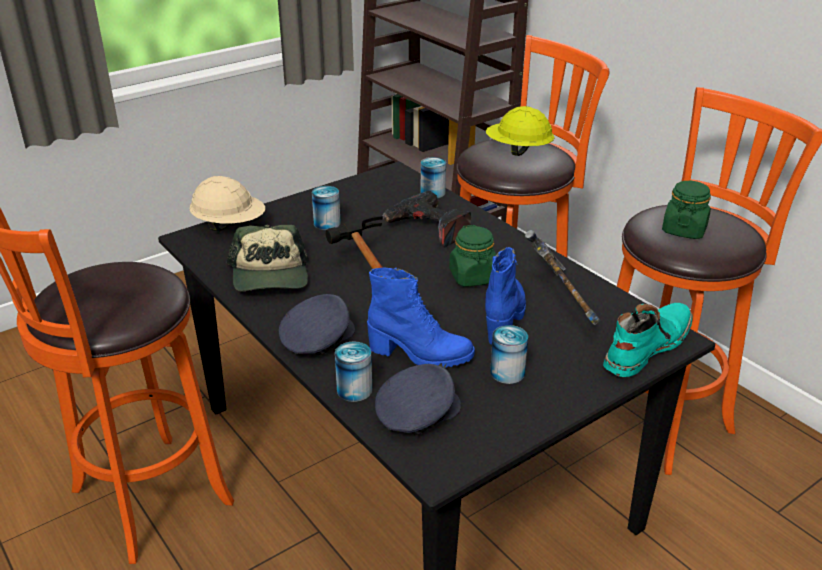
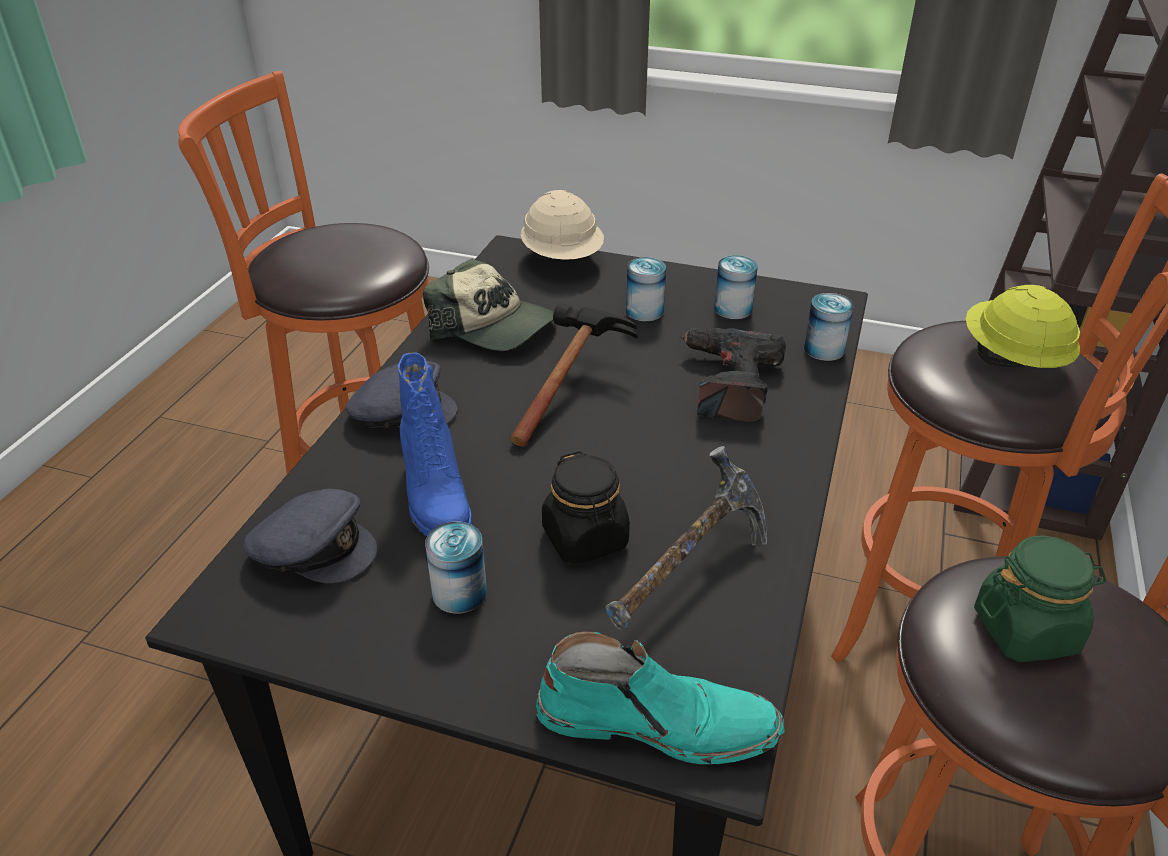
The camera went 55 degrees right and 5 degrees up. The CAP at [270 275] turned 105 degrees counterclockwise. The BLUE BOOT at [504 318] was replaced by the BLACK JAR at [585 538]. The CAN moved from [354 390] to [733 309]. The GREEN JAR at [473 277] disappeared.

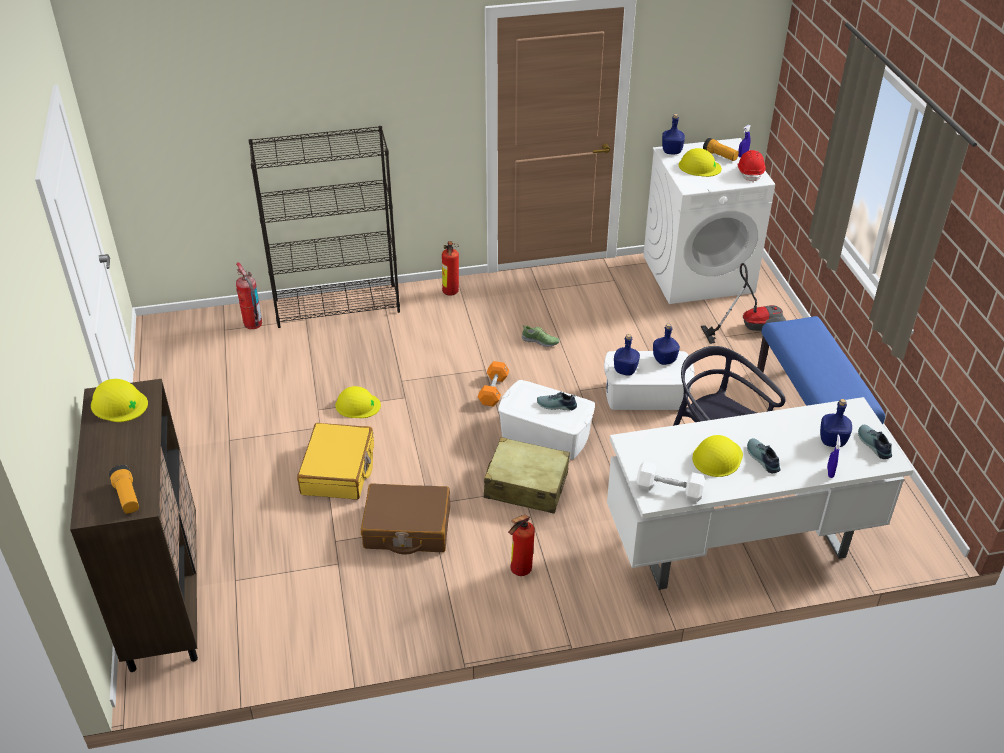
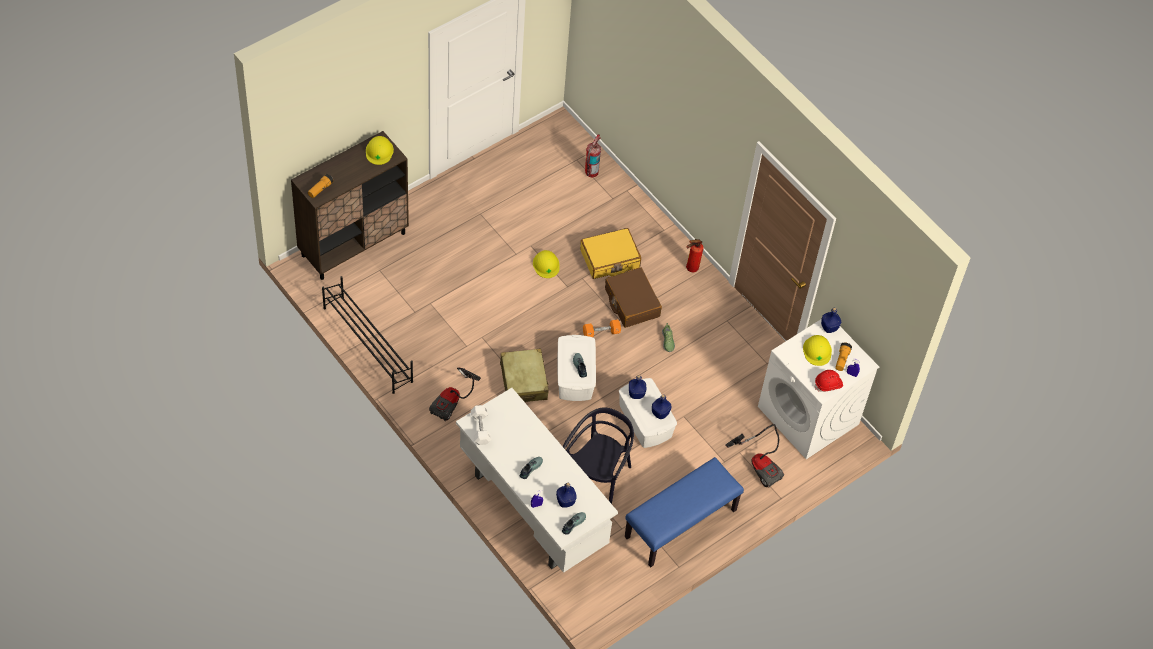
The camera went 60 degrees right and 15 degrees up. The BLACK SHOE RACK at [367 344] appeared. The FIRE EXTINGUISHER at [518 571] was replaced by the VACUUM CLEANER at [453 401]. The YELLOW SUITCASE moved from [338 470] to [609 259]. The BROWN SUITCASE moved from [407 528] to [631 303]. The BLACK BOOKCASE at [338 305] disappeared. The YELLOW HARD HAT at [717 457] disappeared.

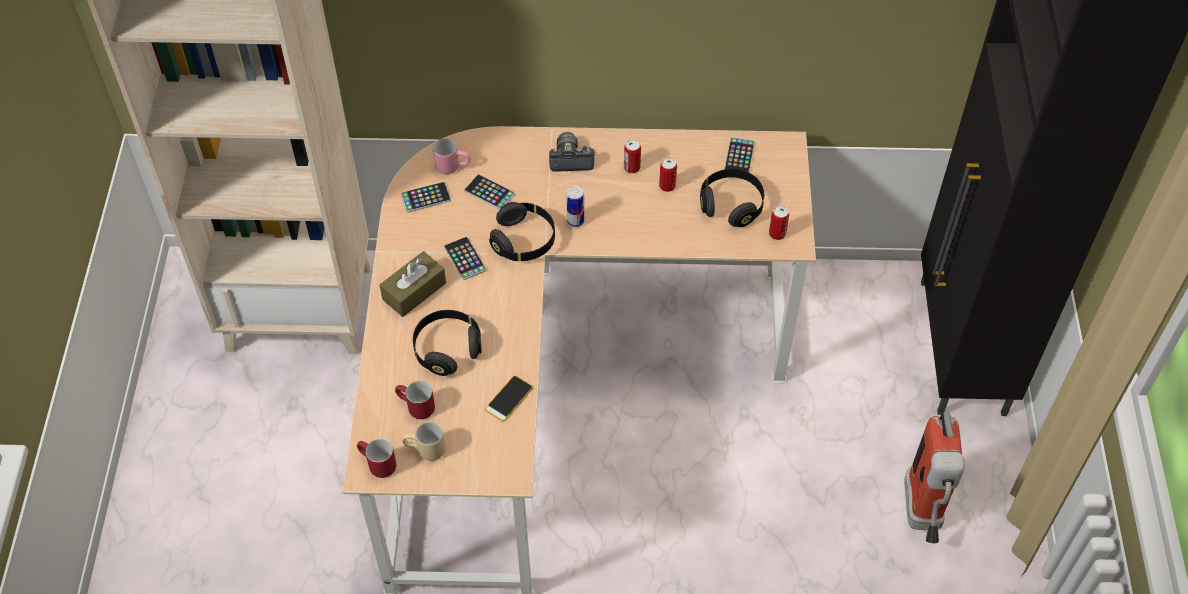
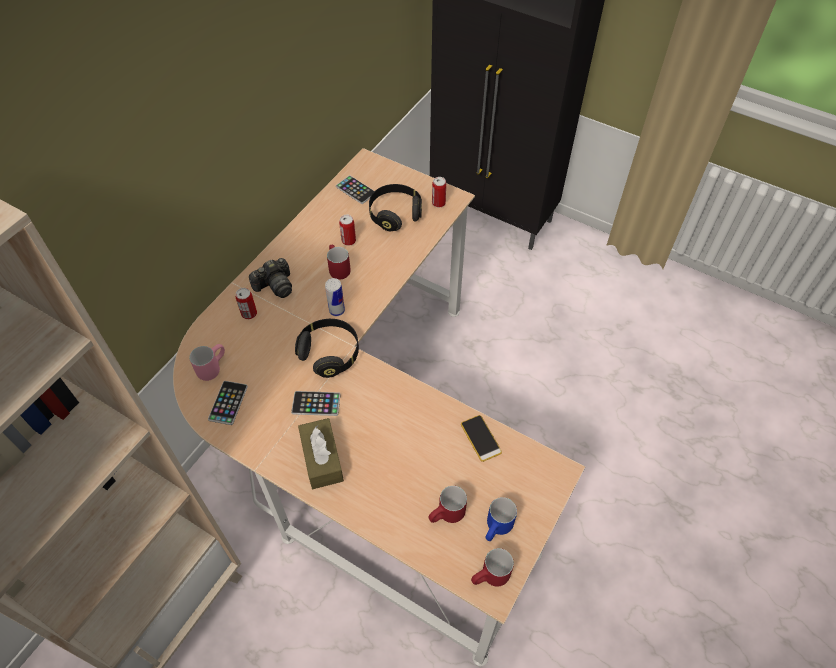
The camera went 60 degrees left and 0 degrees up. The CAN moved from [632 167] to [249 313]. The PHOTO CAMERA at [570 160] turned 150 degrees counterclockwise. The RED MUG at [336 269] appeared. The BEIGE MUG at [425 451] became the BLUE MUG at [498 529]. The BLACK HEADPHONES at [447 349] disappeared. The PHONE at [489 192] disappeared. The FIRE EXTINGUISHER at [923 516] disappeared.

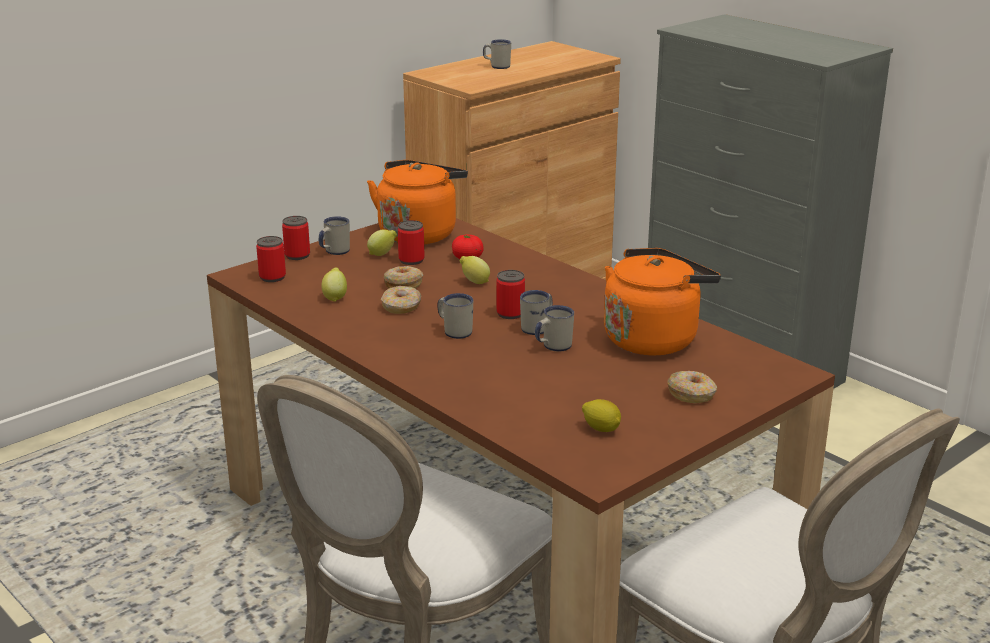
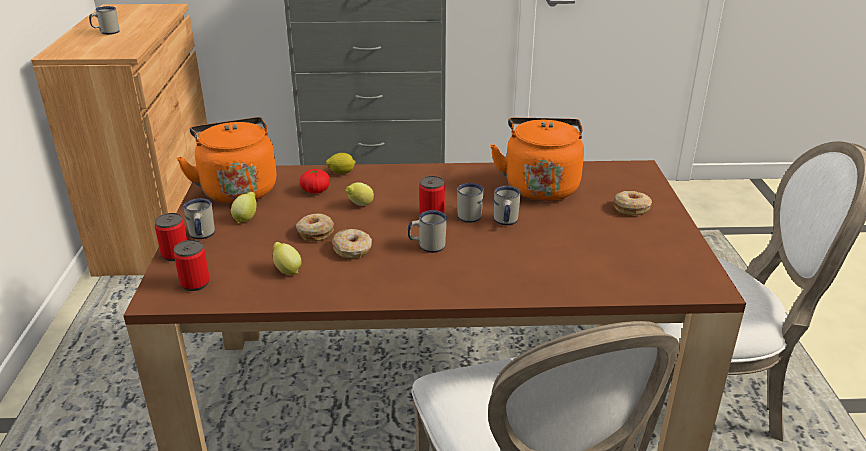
The camera went 50 degrees left and 5 degrees up. The LEMON moved from [601 429] to [341 173]. The CAN at [411 260] disappeared.

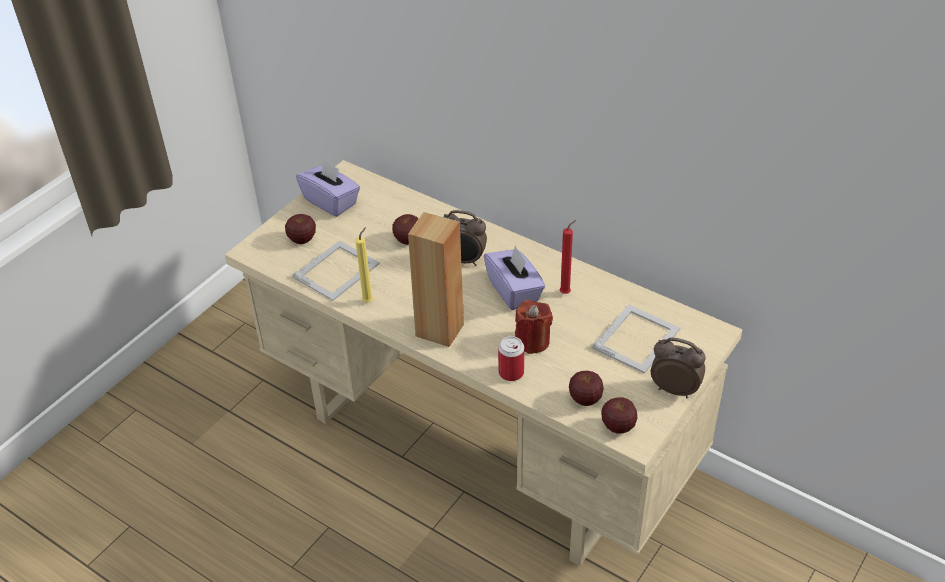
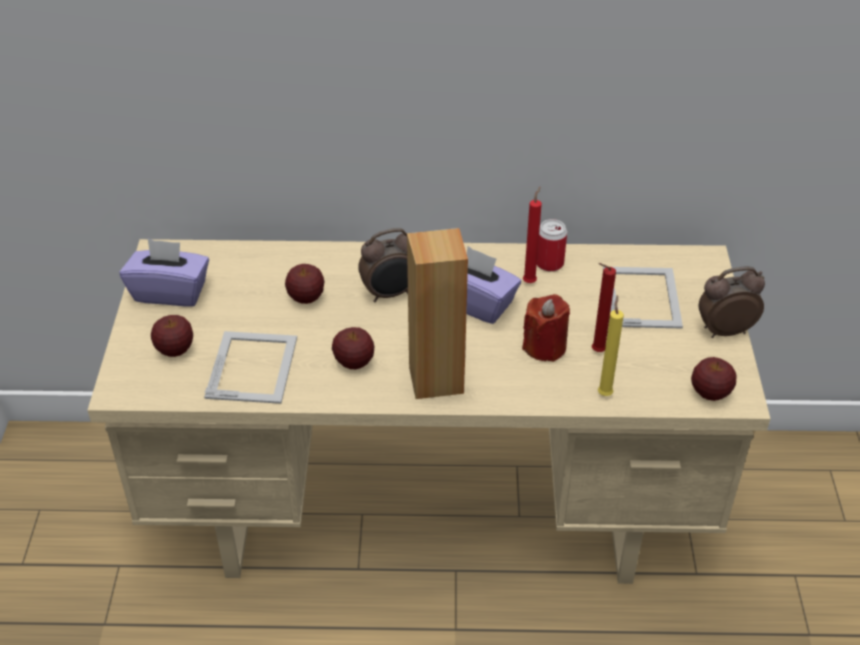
The camera went 35 degrees left and 0 degrees up. The APPLE moved from [585 399] to [354 362]. The CAN moved from [511 372] to [549 263]. The RED CANDLE at [595 351] appeared. The YELLOW CANDLE moved from [369 301] to [604 393].

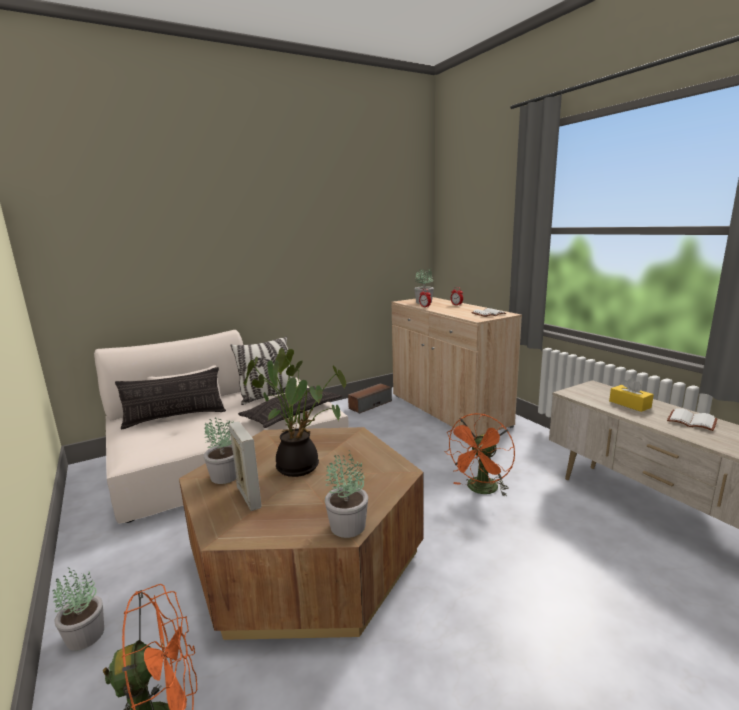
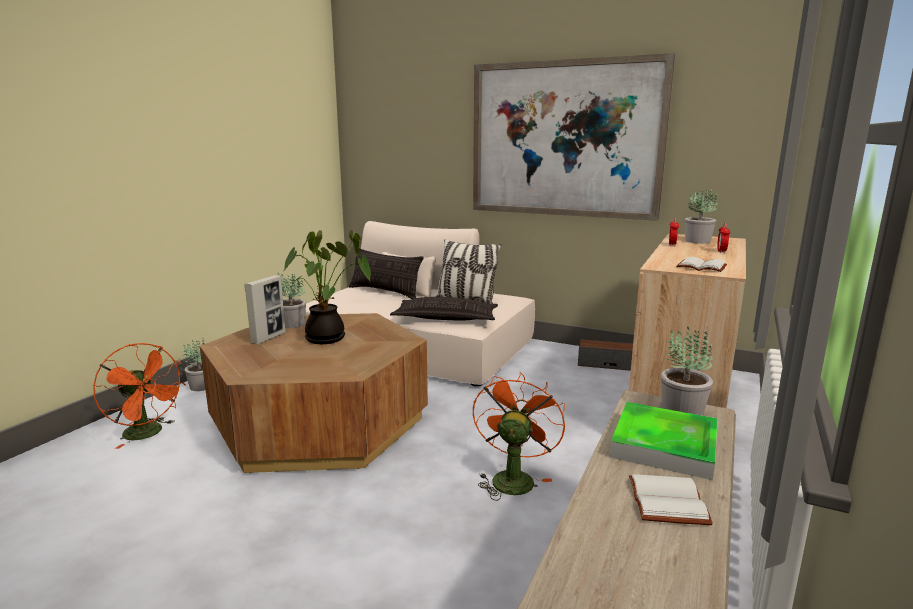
The camera went 55 degrees right and 0 degrees up. The PICTURE at [565 139] appeared. The ORANGE FAN at [480 490] turned 105 degrees clockwise. The YELLOW TISSUE BOX at [629 404] was replaced by the TRAY at [664 445]. The POTTED PLANT moved from [347 525] to [682 410].

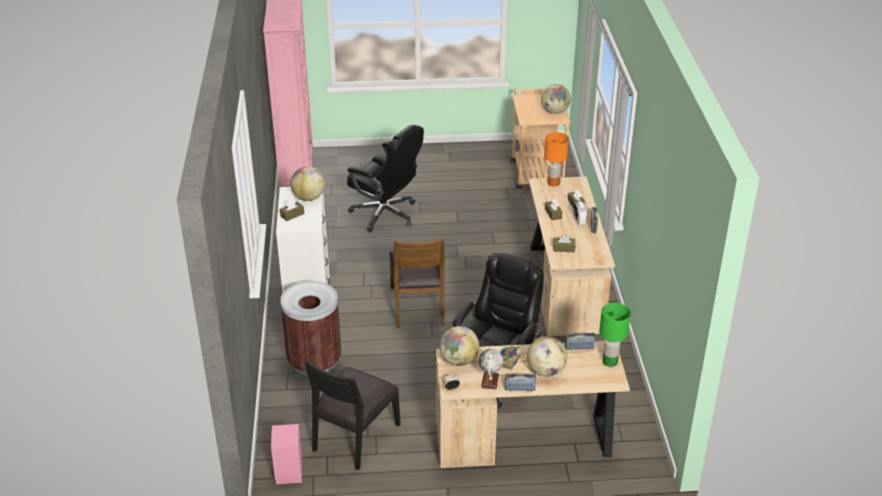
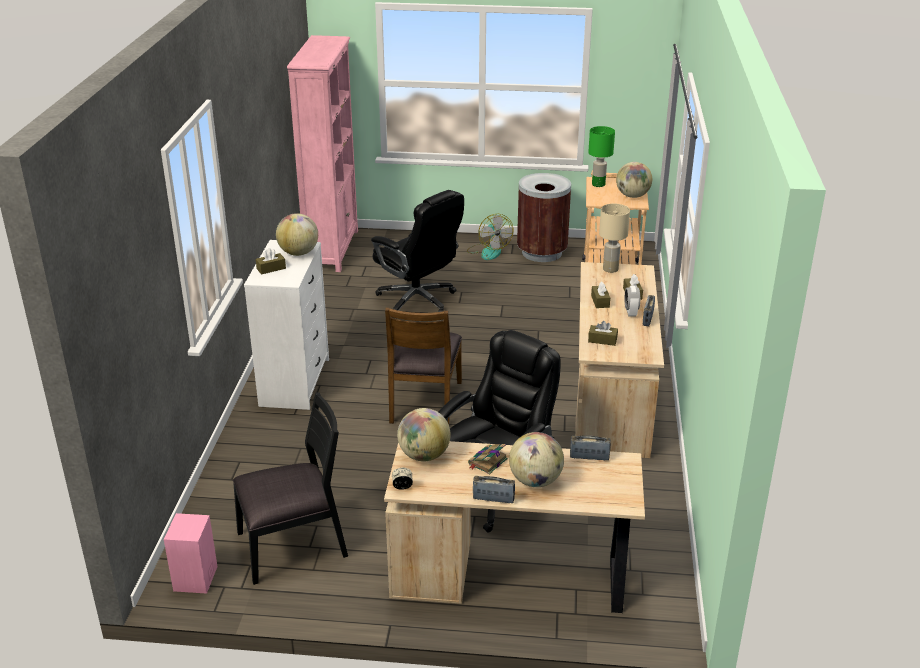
The camera went 10 degrees right and 5 degrees down. The BLACK CHAIR at [354 437] turned 150 degrees counterclockwise. The FAN at [488 251] appeared. The BROWN TRASH CAN moved from [314 361] to [541 252]. The GREEN TABLE LAMP moved from [609 362] to [598 184]. The ORANGE TABLE LAMP at [554 183] became the BEIGE TABLE LAMP at [610 269]. The GLOBE at [490 381] disappeared.

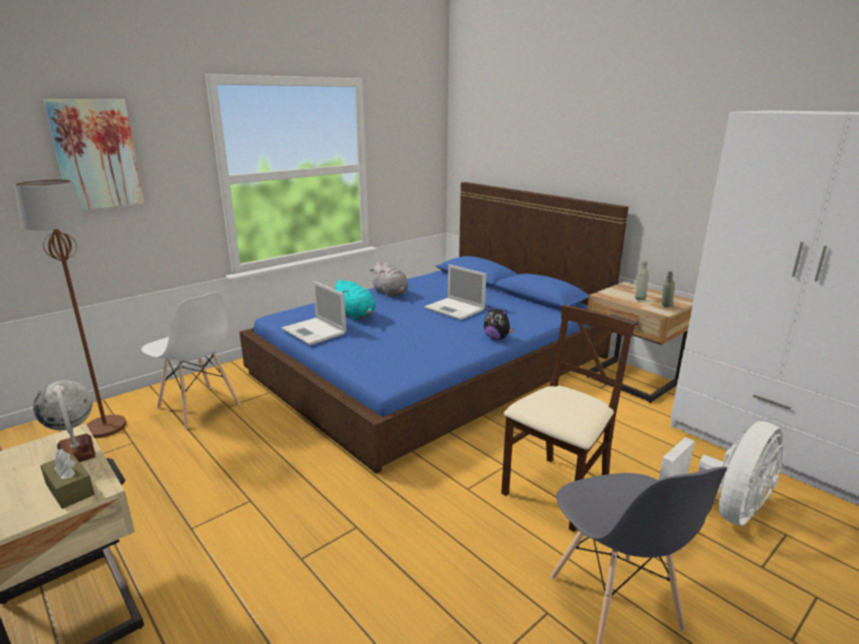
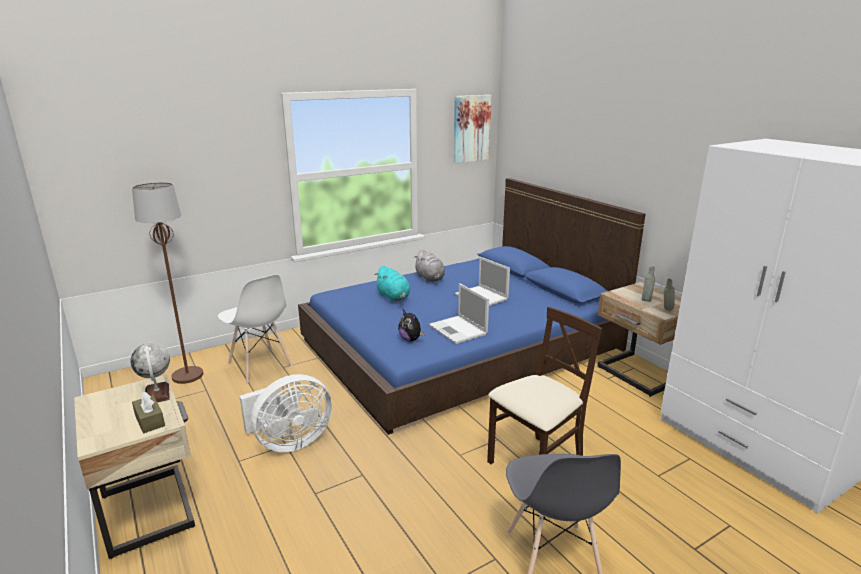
The camera went 10 degrees right and 0 degrees up. The WHITE FAN moved from [724 510] to [289 442]. The PLUSH TOY moved from [497 338] to [411 339]. The LAPTOP moved from [315 331] to [458 330]. The PICTURE moved from [96 154] to [471 128].

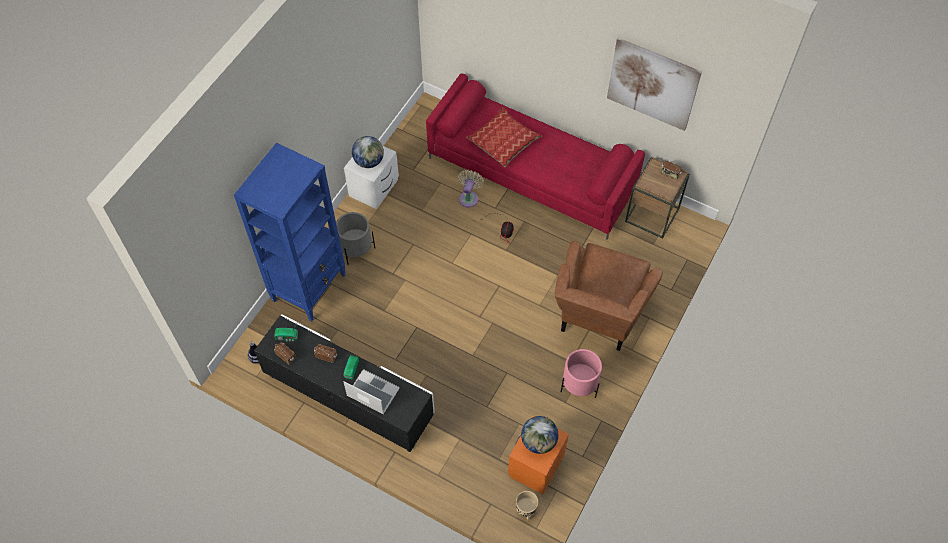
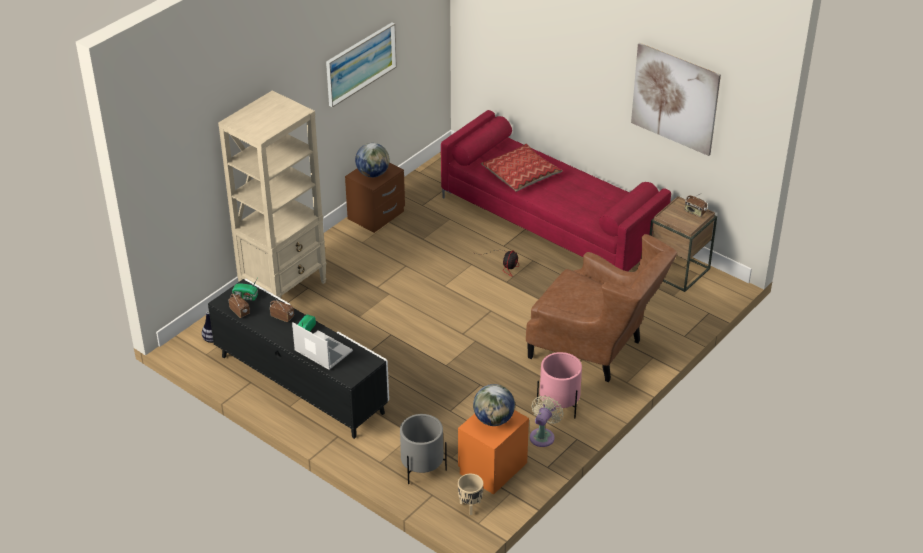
The camera went 10 degrees right and 20 degrees down. The BLUE BOOKCASE at [309 287] became the BEIGE BOOKCASE at [284 288]. The PICTURE at [360 63] appeared. The WHITE NIGHTSTAND at [374 188] became the BROWN NIGHTSTAND at [377 216]. The GREY PLANTER moved from [356 250] to [422 469]. The BROWN ARMCHAIR at [598 317] turned 90 degrees counterclockwise. The BEIGE FAN moved from [469 197] to [543 435].

